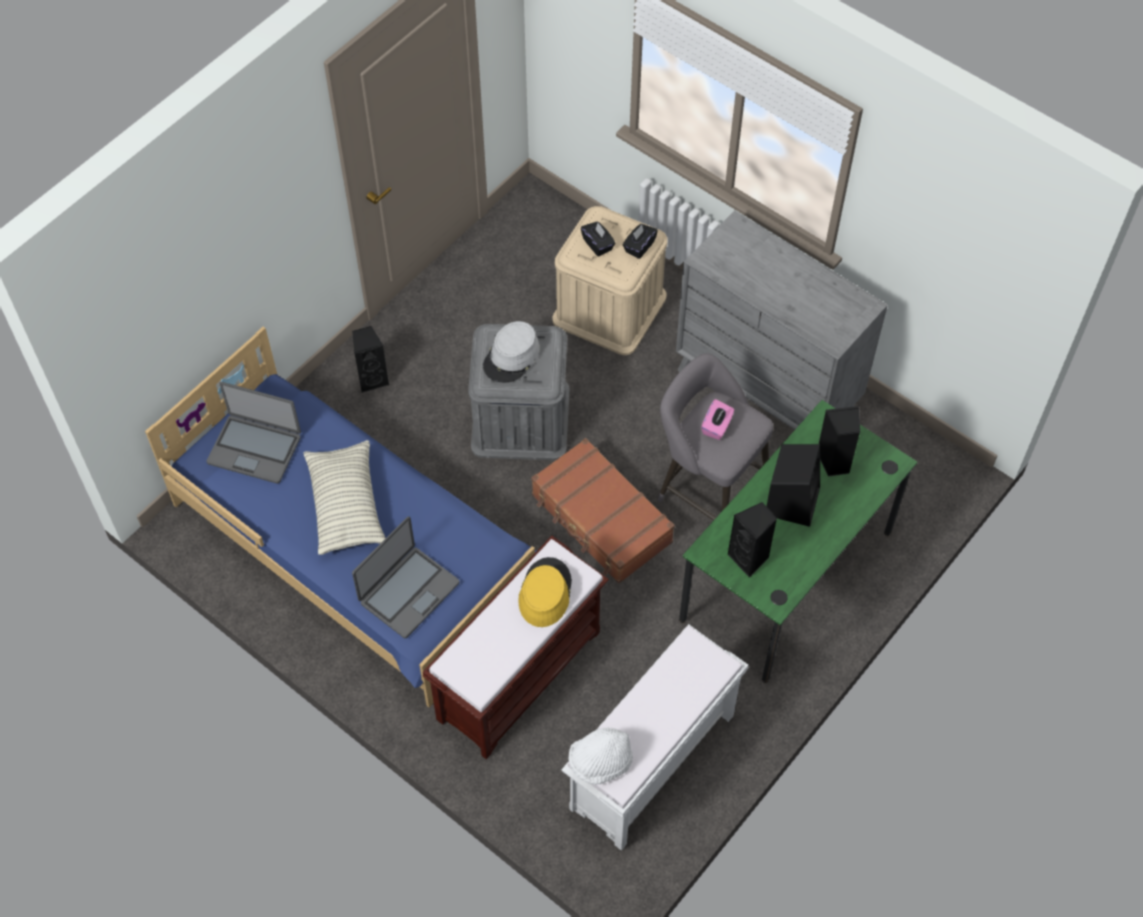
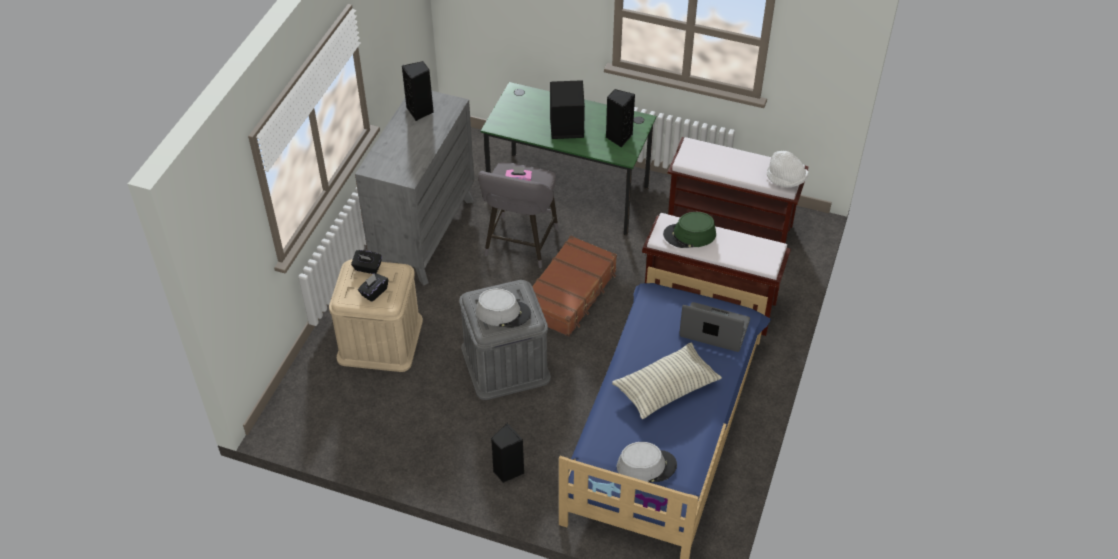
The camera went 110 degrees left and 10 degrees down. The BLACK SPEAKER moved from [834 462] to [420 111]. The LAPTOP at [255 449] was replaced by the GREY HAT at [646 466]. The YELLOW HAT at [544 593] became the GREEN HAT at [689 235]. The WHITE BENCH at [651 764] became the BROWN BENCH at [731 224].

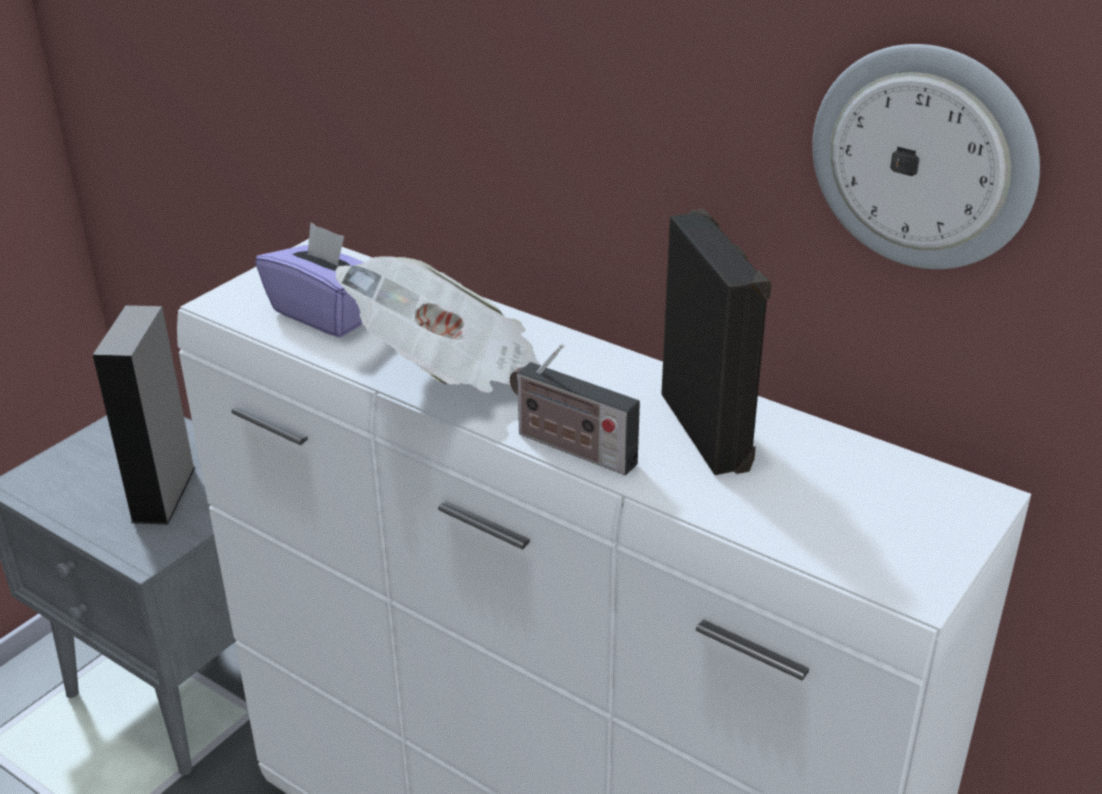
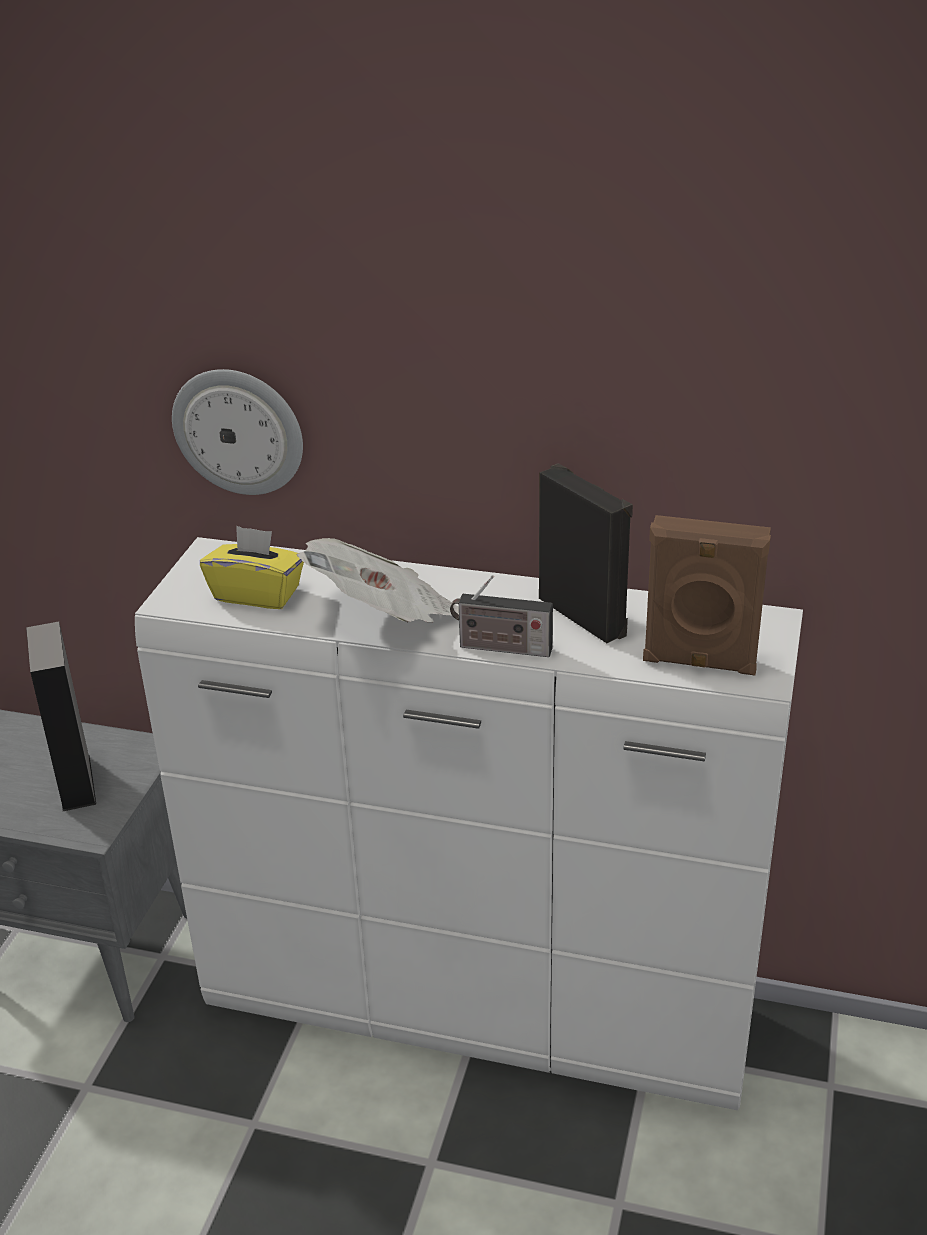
The camera went 20 degrees left and 0 degrees up. The WALL CLOCK moved from [924 157] to [239 431]. The PURPLE TISSUE BOX at [327 314] became the YELLOW TISSUE BOX at [257 594]. The BROWN SPEAKER at [699 663] appeared.

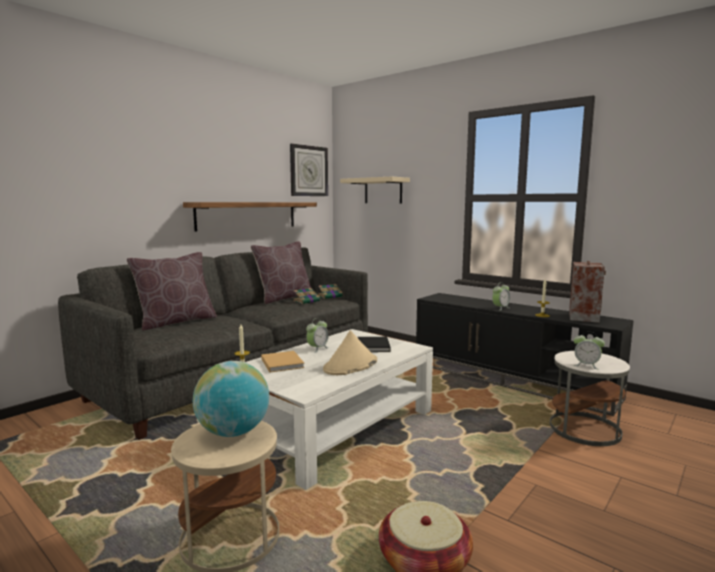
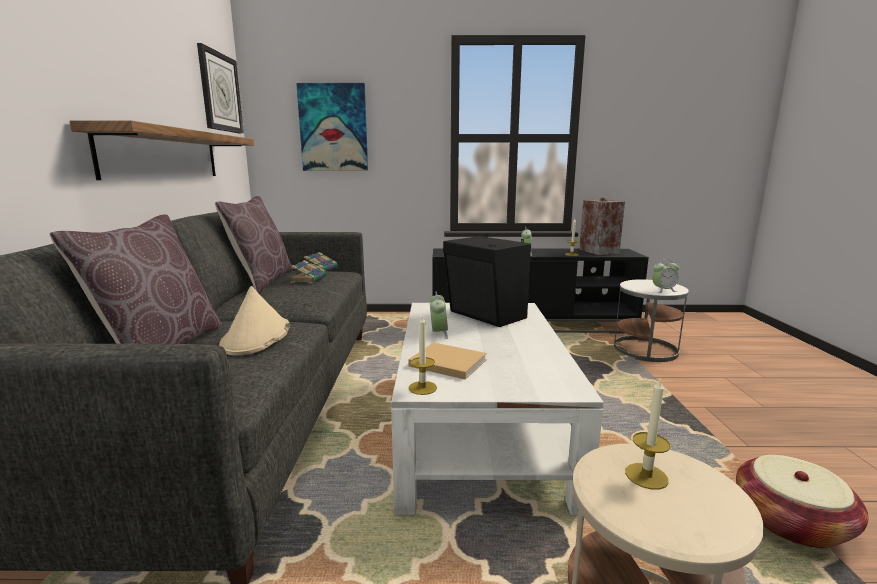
The camera went 40 degrees left and 5 degrees up. The BEIGE HAT moved from [350 365] to [256 337]. The BEIGE SHELF at [383 191] was replaced by the PICTURE at [333 128]. The BLACK BOOK at [373 346] was replaced by the BLACK SPEAKER at [486 315]. The GLOBE at [233 432] was replaced by the CANDLE at [646 476].

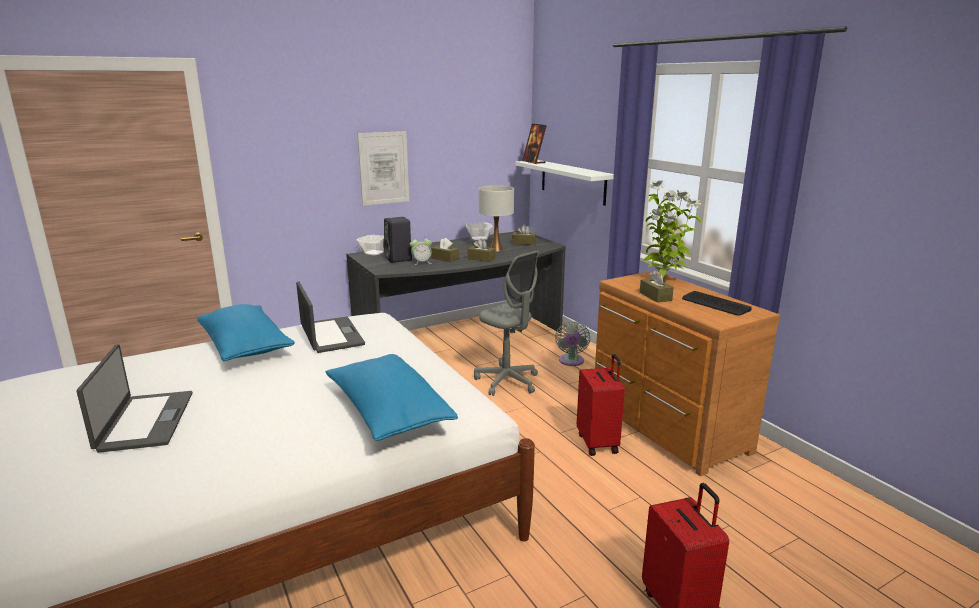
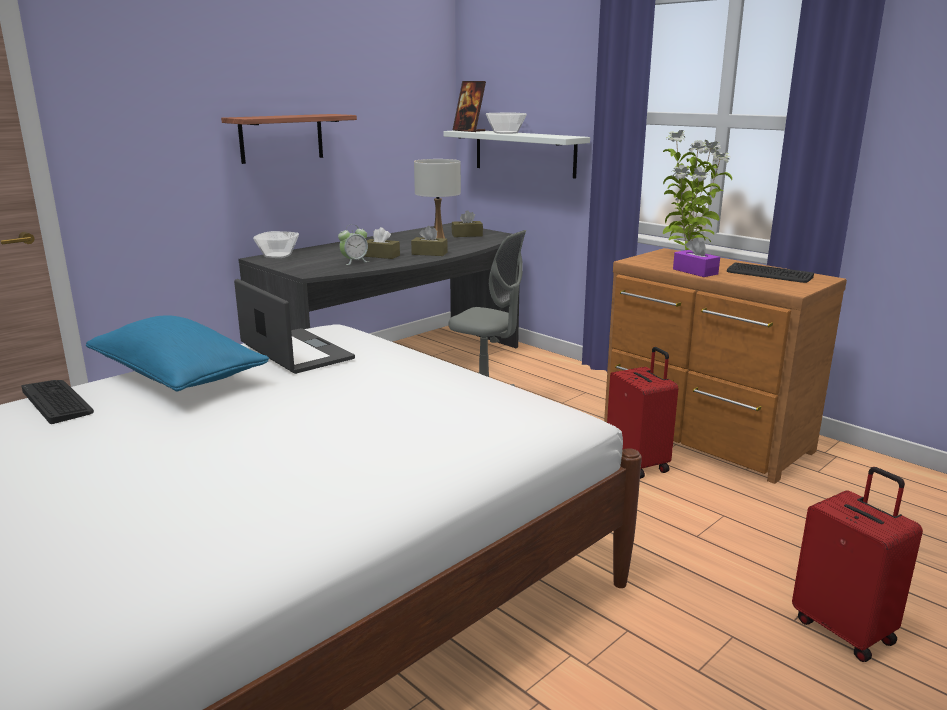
The camera went 15 degrees left and 0 degrees up. The KEYBOARD at [57 401] appeared. The PICTURE at [384 168] was replaced by the SHELF at [281 138]. The BOWL moved from [479 239] to [506 133]. The BROWN TISSUE BOX at [655 296] became the PURPLE TISSUE BOX at [695 271]. The LAPTOP at [144 421] disappeared. The BLUE PILLOW at [388 413] disappeared. The BLACK SPEAKER at [399 259] disappeared. The GREY FAN at [571 362] disappeared.

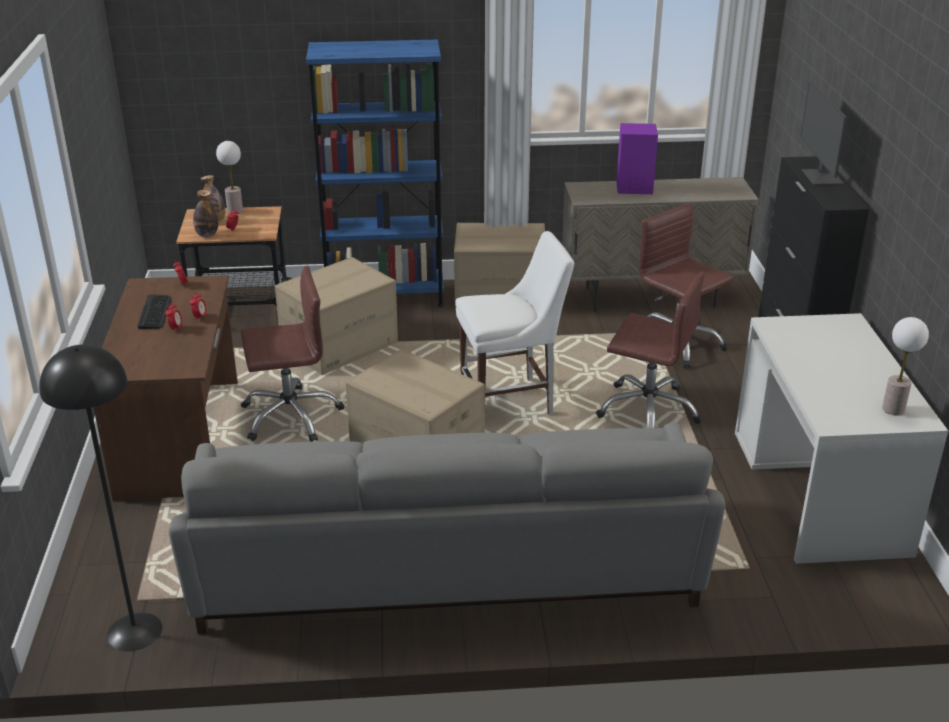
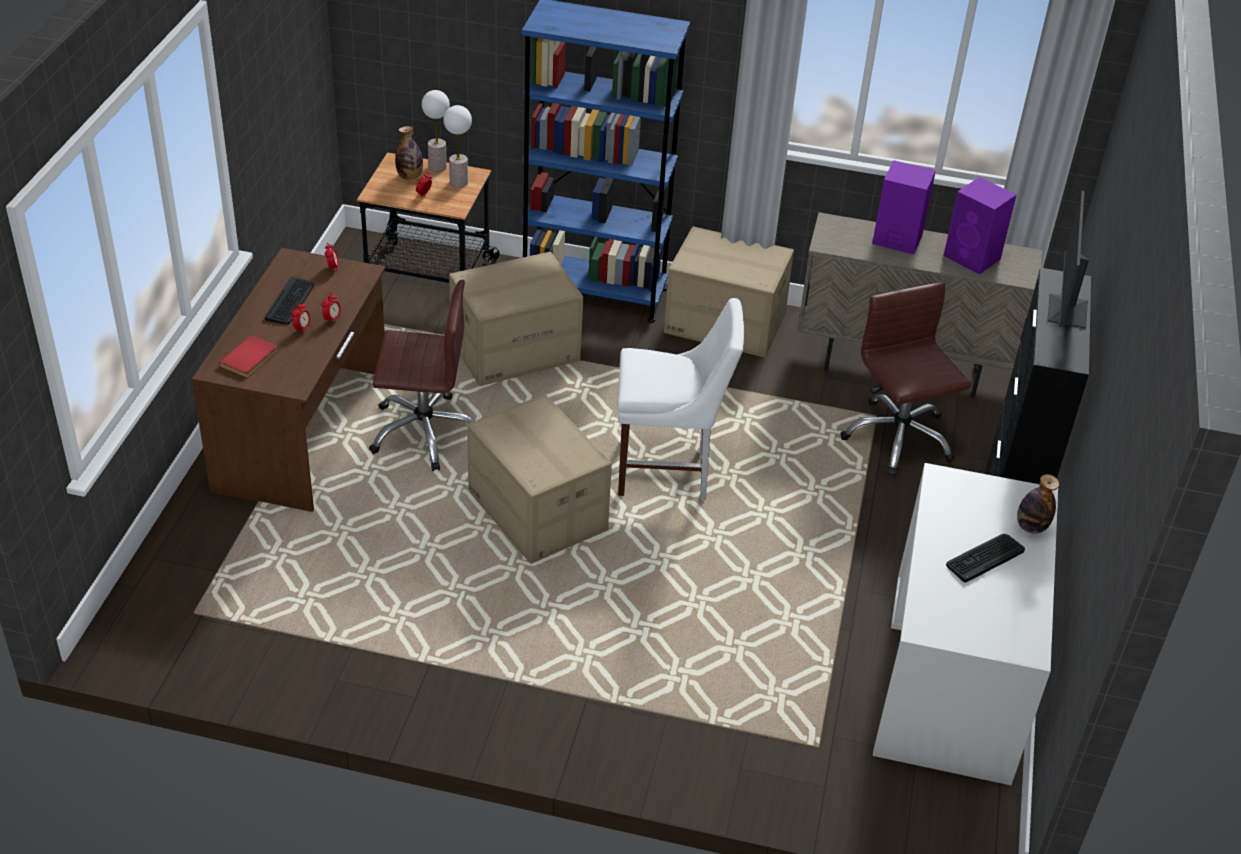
The camera went 15 degrees right and 10 degrees up. The RED BOOK at [250 359] appeared. The TABLE LAMP moved from [893 409] to [458 183]. The PURPLE SPEAKER at [973 258] appeared. The KEYBOARD at [984 558] appeared. The BOTTLE moved from [207 235] to [1031 527]. The BLACK FLOOR LAMP at [134 631] disappeared. The GREY SOFA at [445 566] disappeared. The BROWN OFFICE CHAIR at [648 410] disappeared.

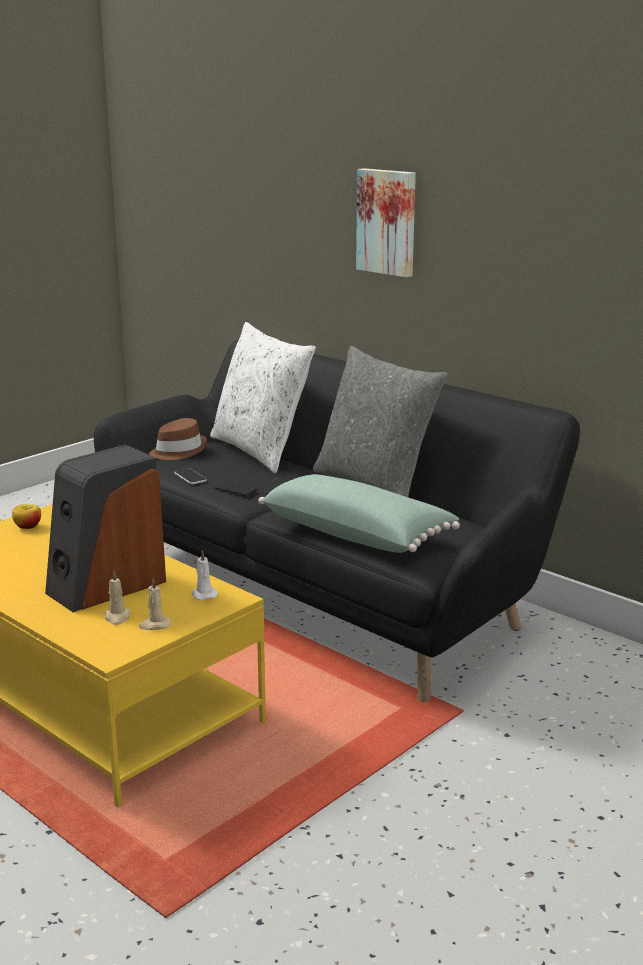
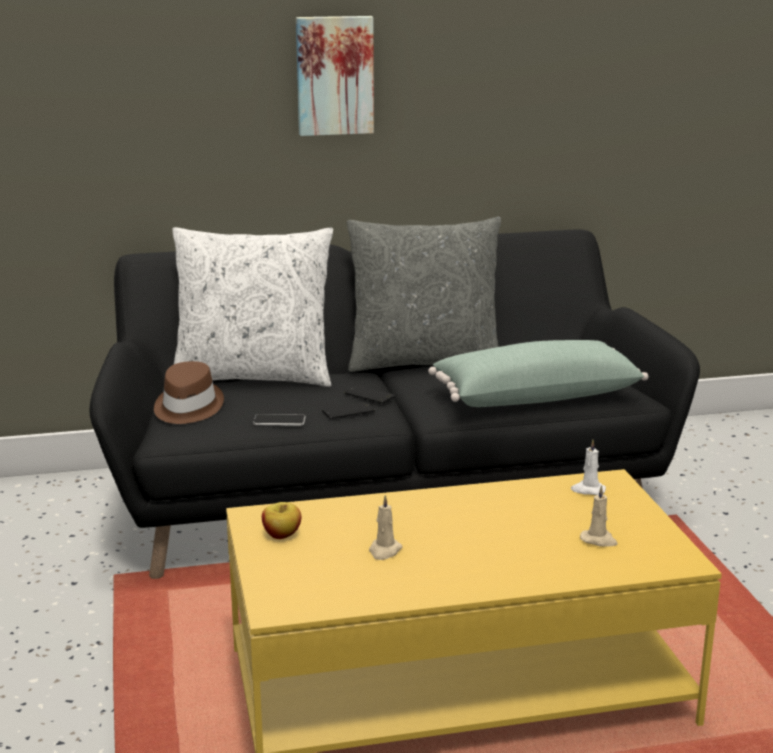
The camera went 55 degrees left and 0 degrees up. The BEIGE CANDLE moved from [154 625] to [384 551]. The SPEAKER at [106 586] disappeared.

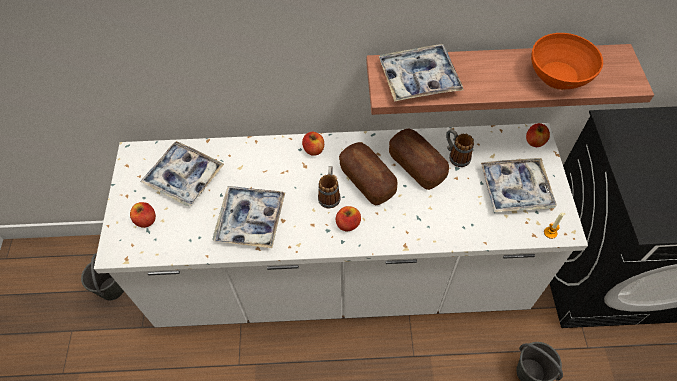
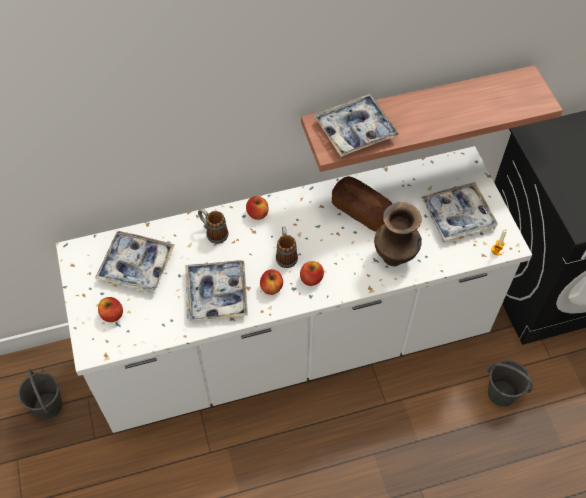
The camera went 15 degrees left and 0 degrees up. The MUG moved from [456 155] to [213 232]. The APPLE moved from [535 141] to [271 287]. The BROWN VASE at [395 257] appeared. The BREAD at [367 180] disappeared. The ORANGE BOWL at [559 76] disappeared.

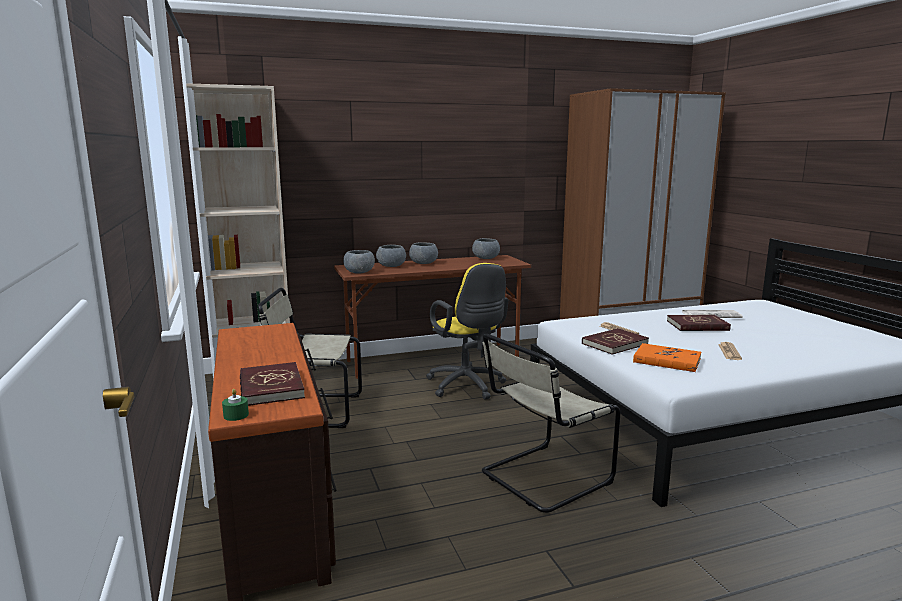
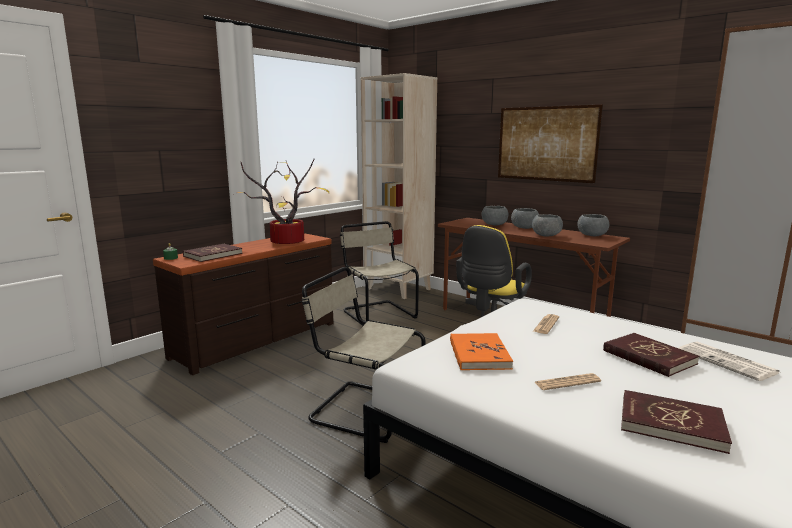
The camera went 60 degrees right and 0 degrees up. The POTTED PLANT at [288 241] appeared. The PICTURE at [546 143] appeared. The GREY BOWL moved from [359 272] to [546 236]. The RED BOOK moved from [614 344] to [671 424].

